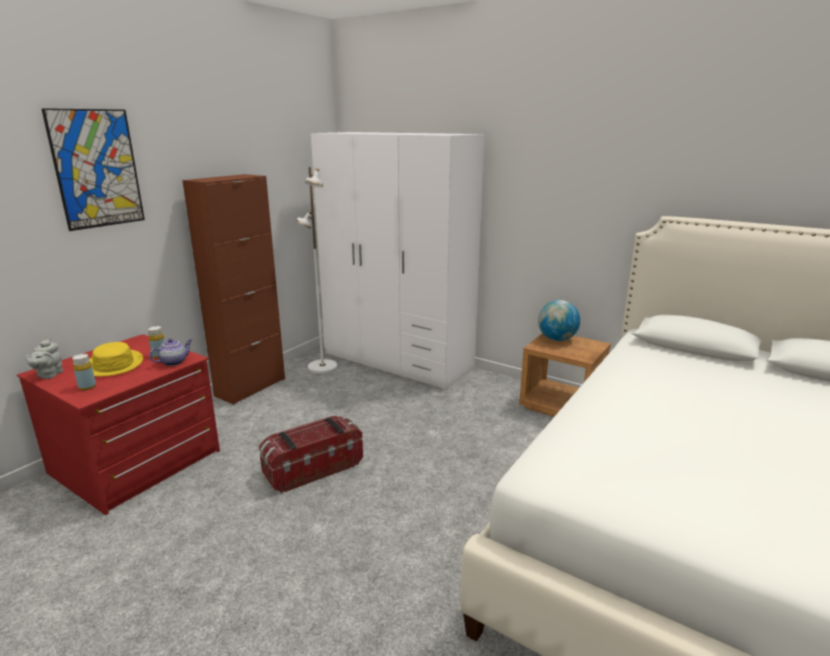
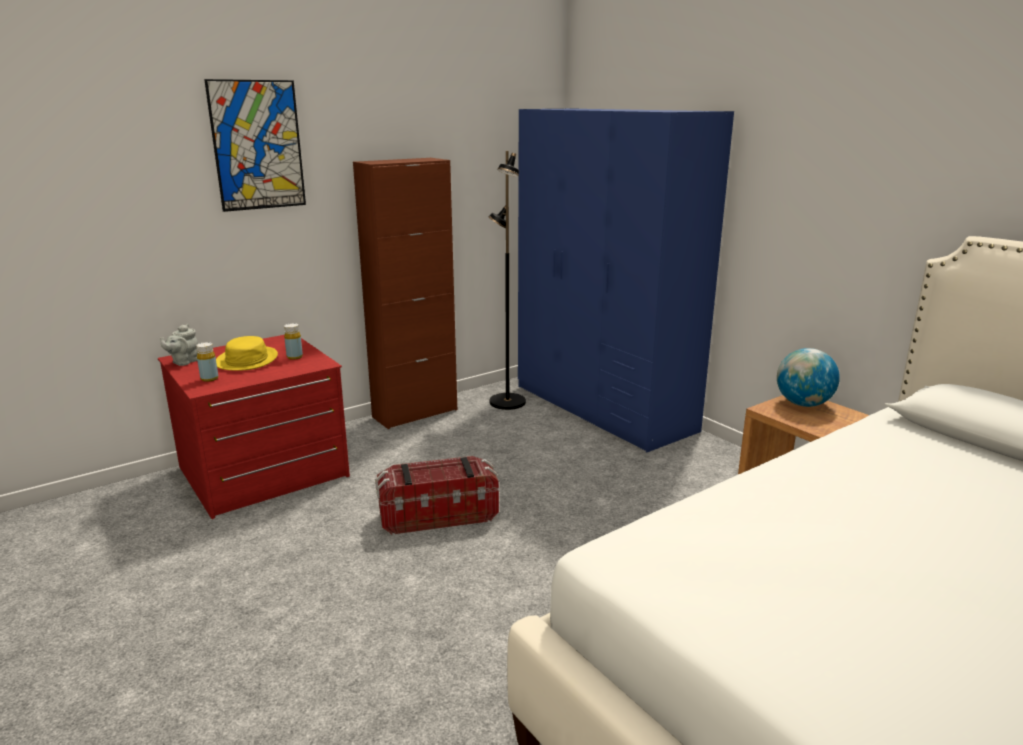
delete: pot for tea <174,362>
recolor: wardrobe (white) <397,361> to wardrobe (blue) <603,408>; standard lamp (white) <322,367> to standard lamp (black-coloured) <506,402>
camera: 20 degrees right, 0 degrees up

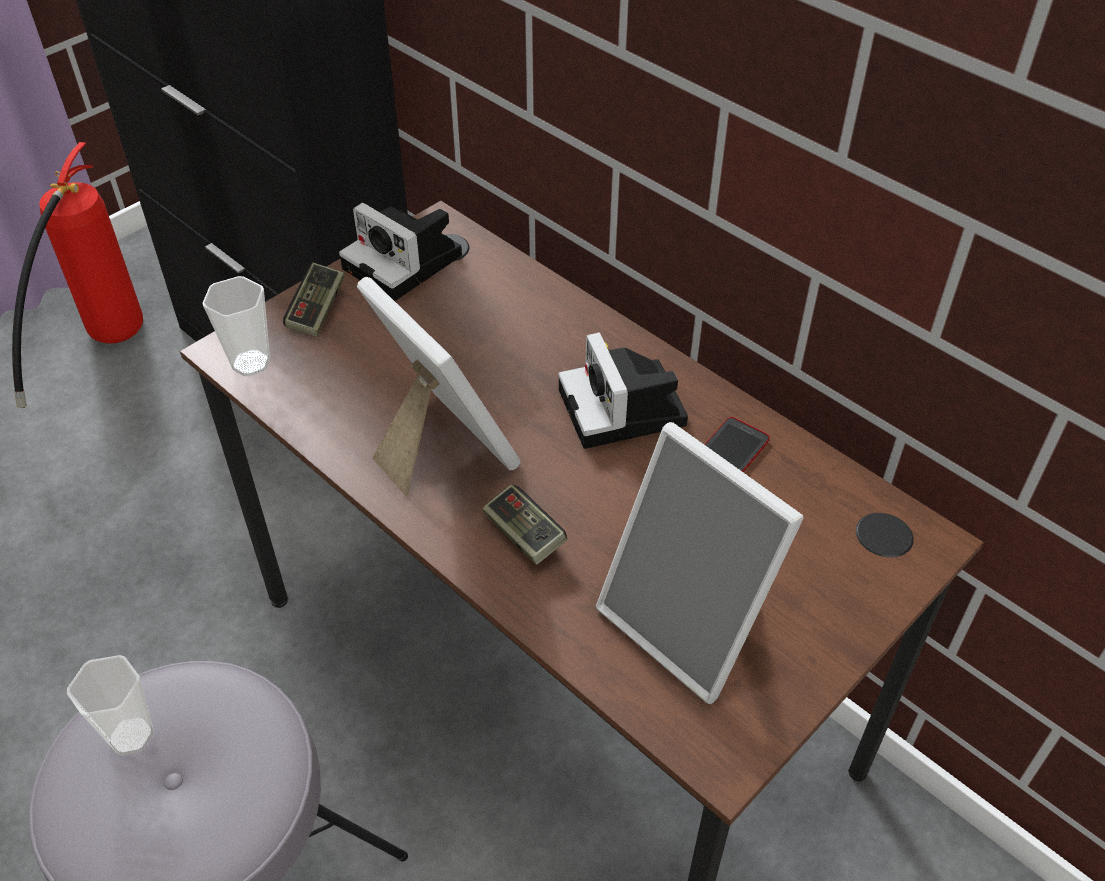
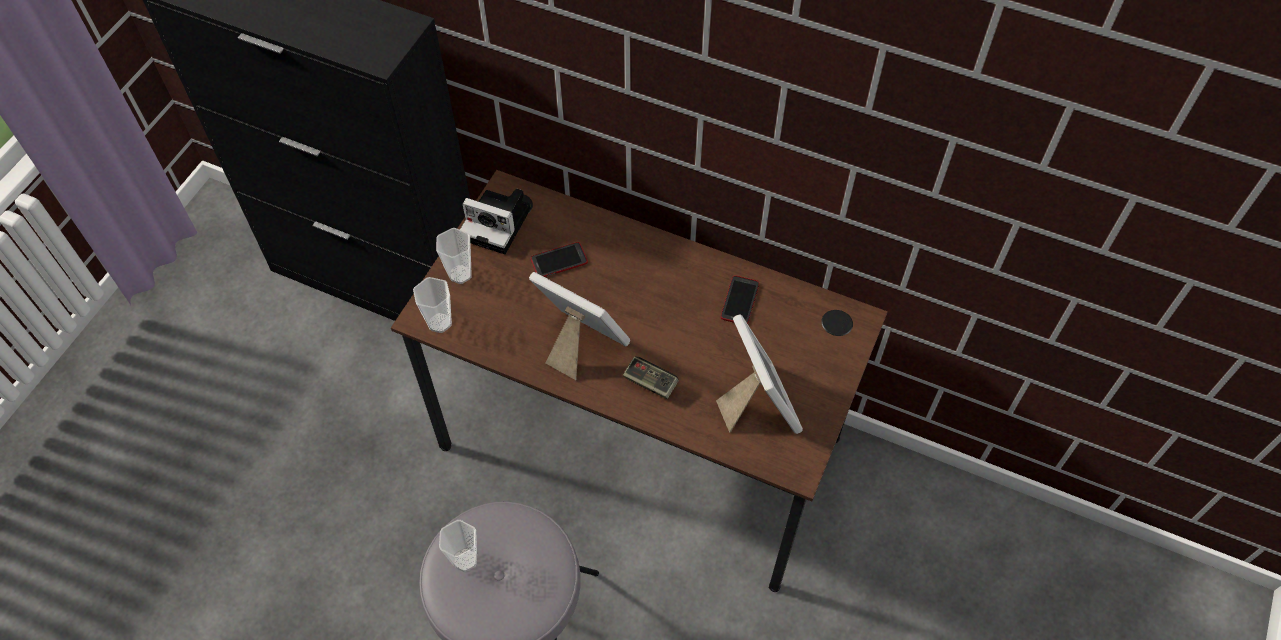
delete: fire-fighting cylinder <100,349>; photo camera <625,410>
insert: handset <559,261>
replace: game controller <317,310> to drinking cup <460,274>
rotate: photo frame <690,624> = <757,405> 135 degrees counterclockwise
camera: 20 degrees left, 10 degrees up

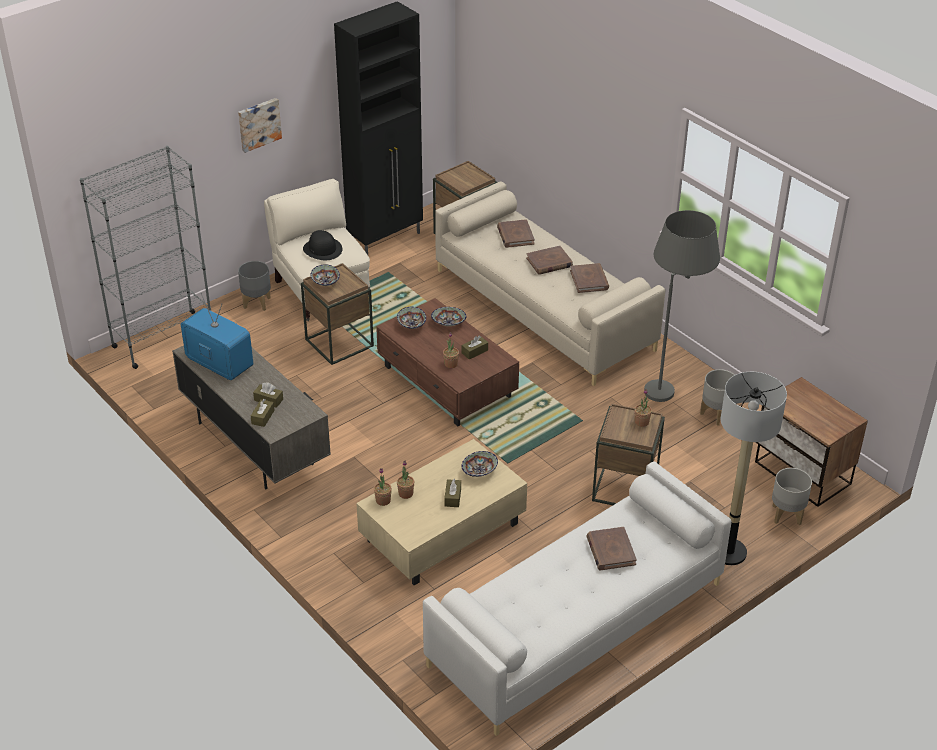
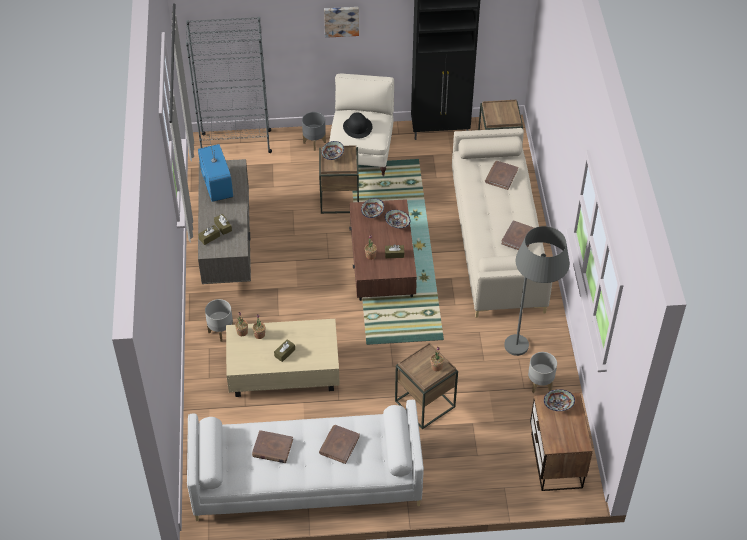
delete: standard lamp <728,552>
move: book (brown-coloured) <549,262> to <272,448>; deep dish <479,471> to <558,404>; flower pot (grey) <786,514> to <221,331>
camera: 35 degrees right, 10 degrees up

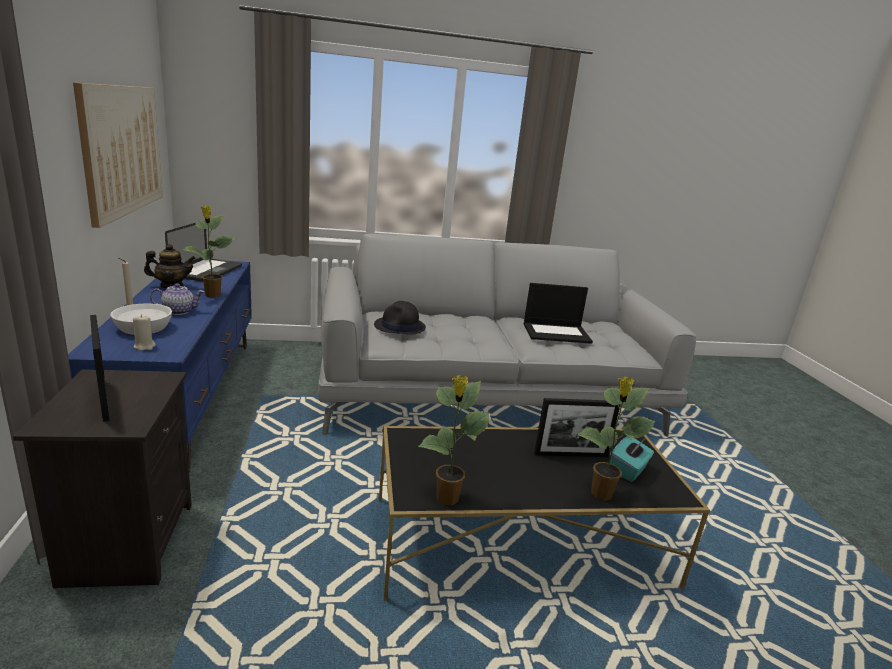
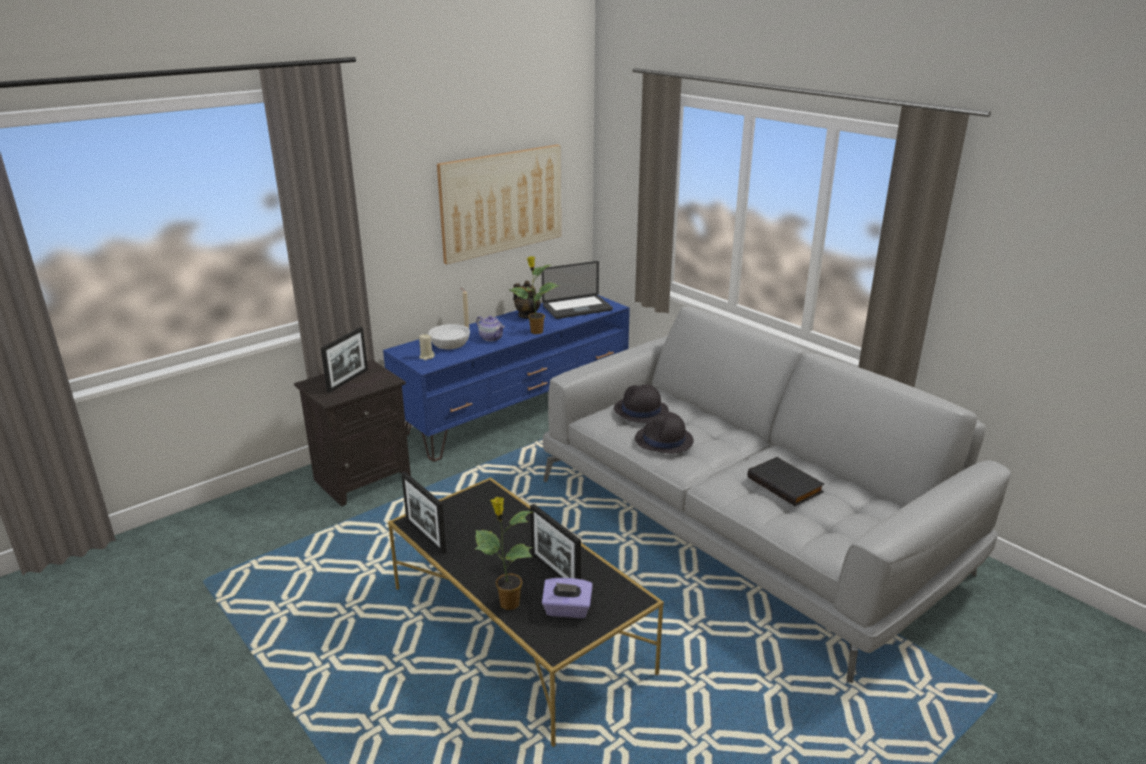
insert: hat (black-coloured) <664,440>
replace: notebook computer <557,332> to book (black-coloured) <786,484>; plant in a pot <447,499> to photo frame <425,536>
recolor: tissue holder (blue-green) <628,470> to tissue holder (purple-coloured) <567,610>
camera: 60 degrees right, 5 degrees up

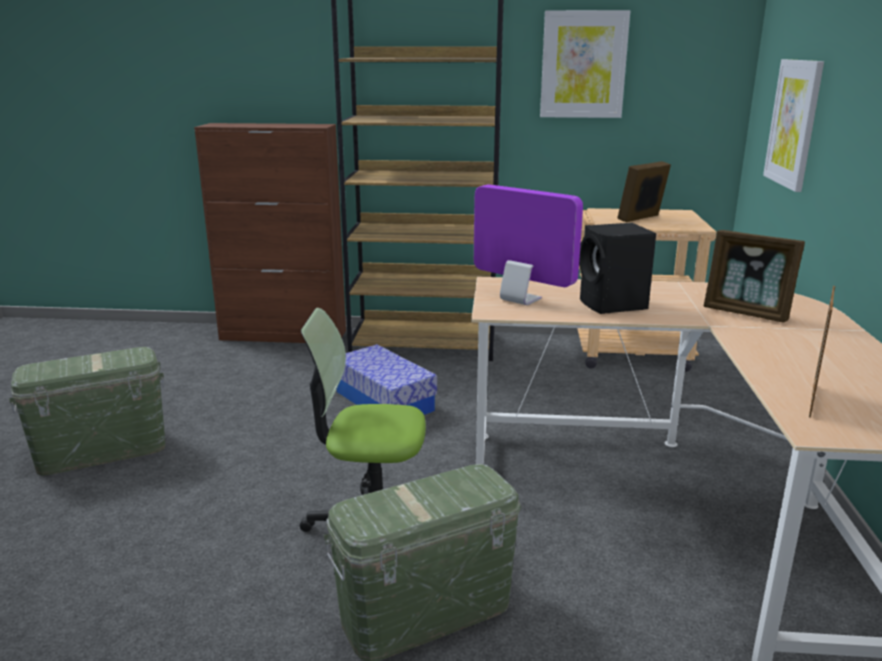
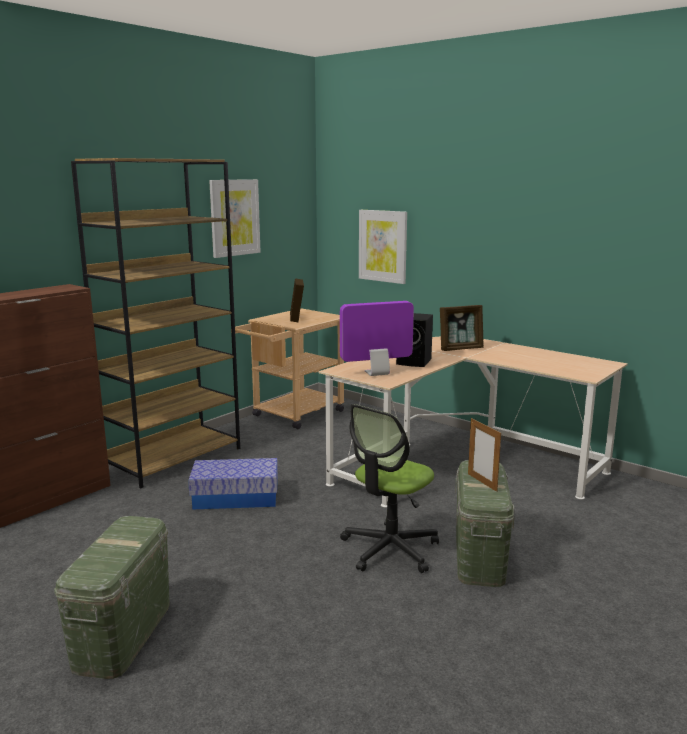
move: photo frame <812,400> to <482,482>
camera: 55 degrees left, 5 degrees down

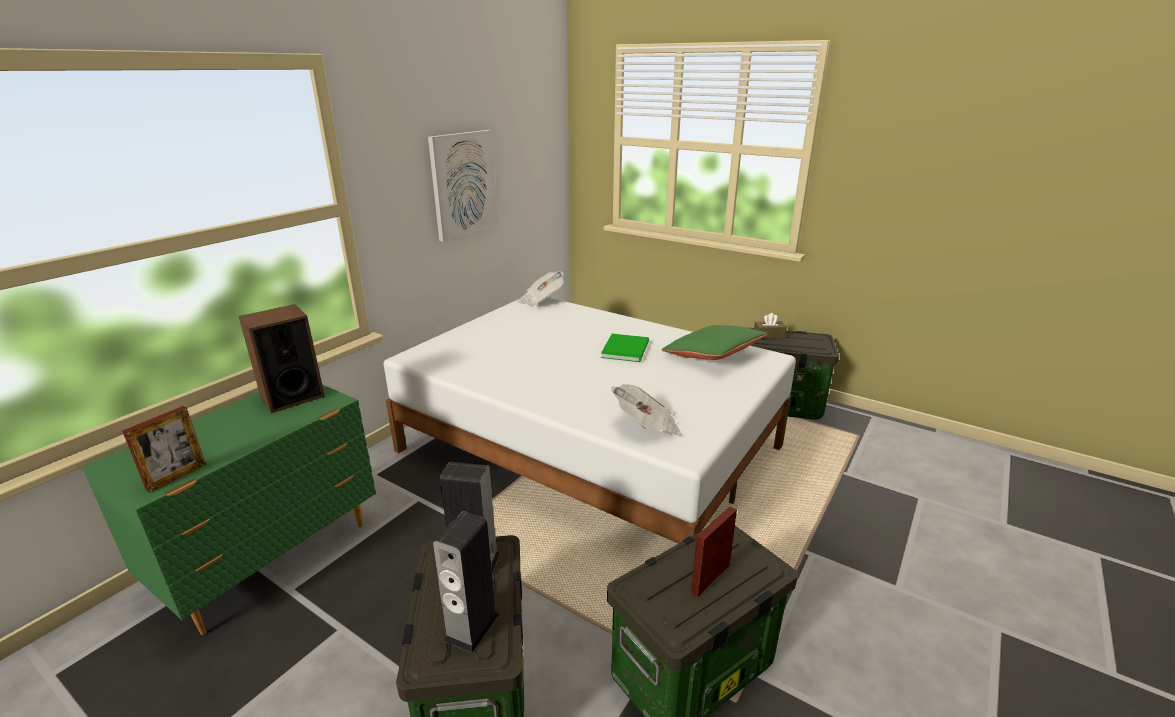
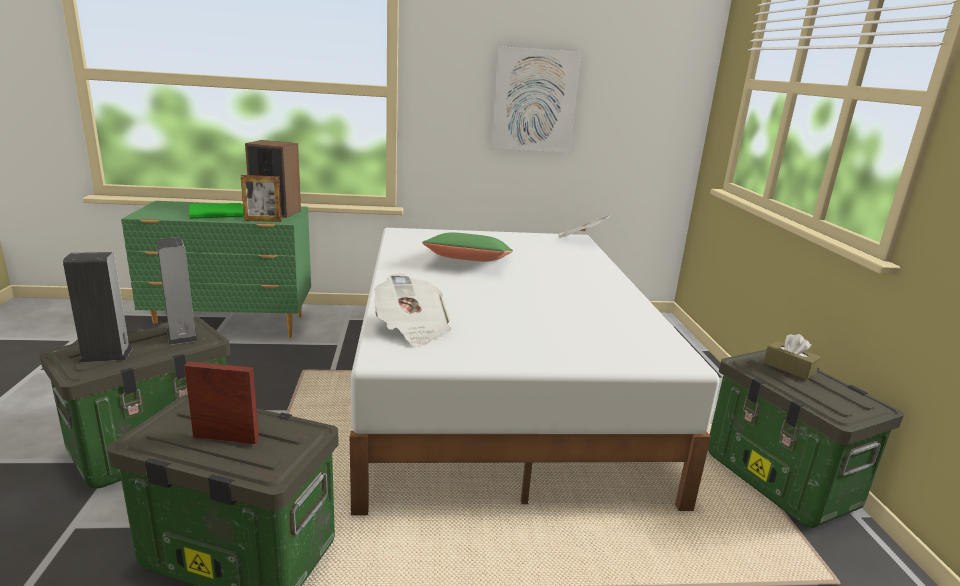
move: cushion (green) <712,356> to <469,262>; book (green) <627,349> to <218,213>; photo frame <176,477> to <263,220>
camera: 50 degrees right, 5 degrees down

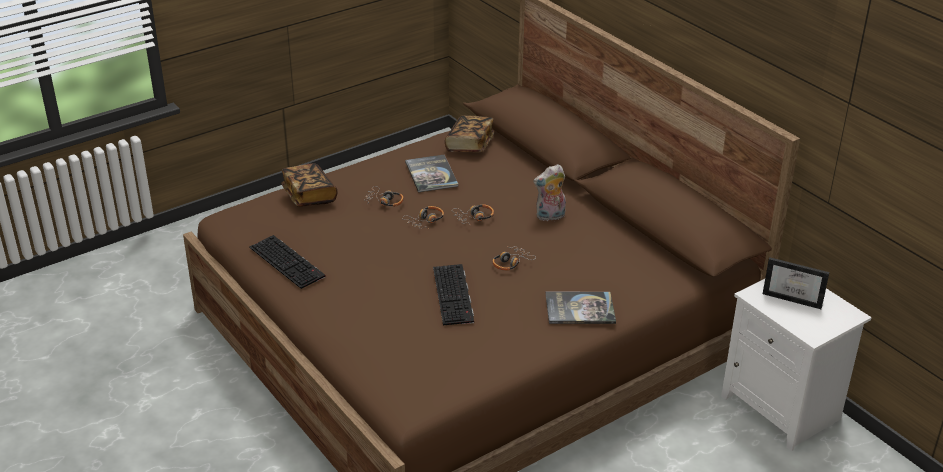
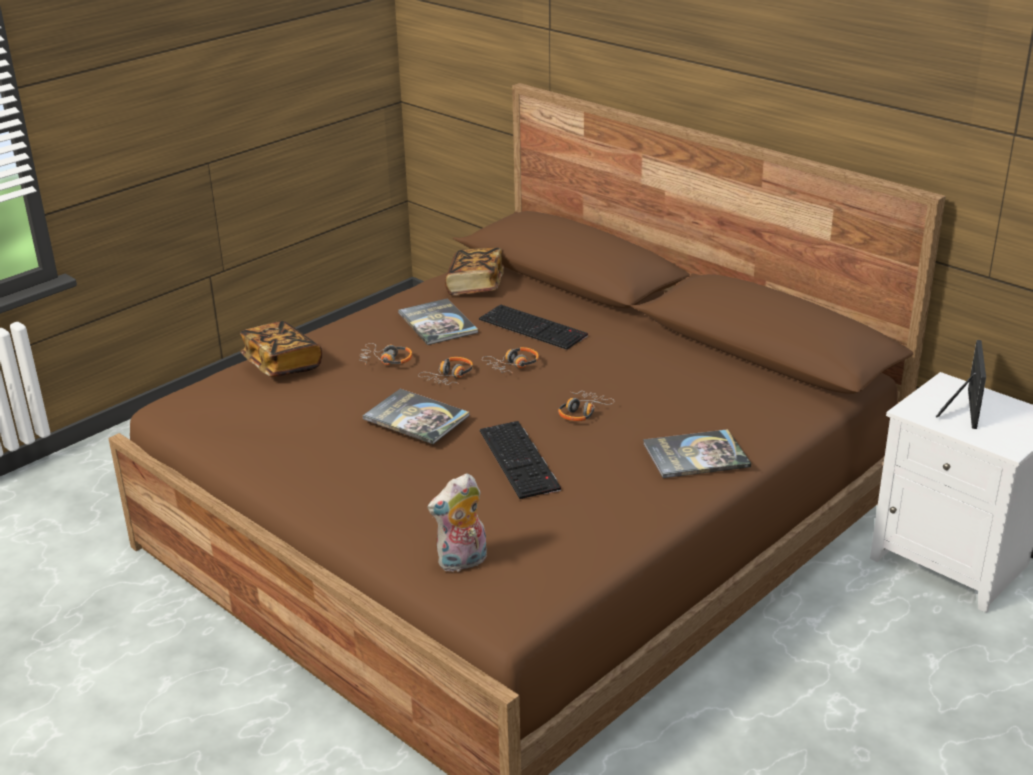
insert: book <416,418>
move: cuddly toy <550,217> to <462,563>; PC keyboard <288,262> to <534,327>
rotate: photo frame <794,297> = <963,407> 90 degrees counterclockwise
camera: 10 degrees left, 5 degrees down

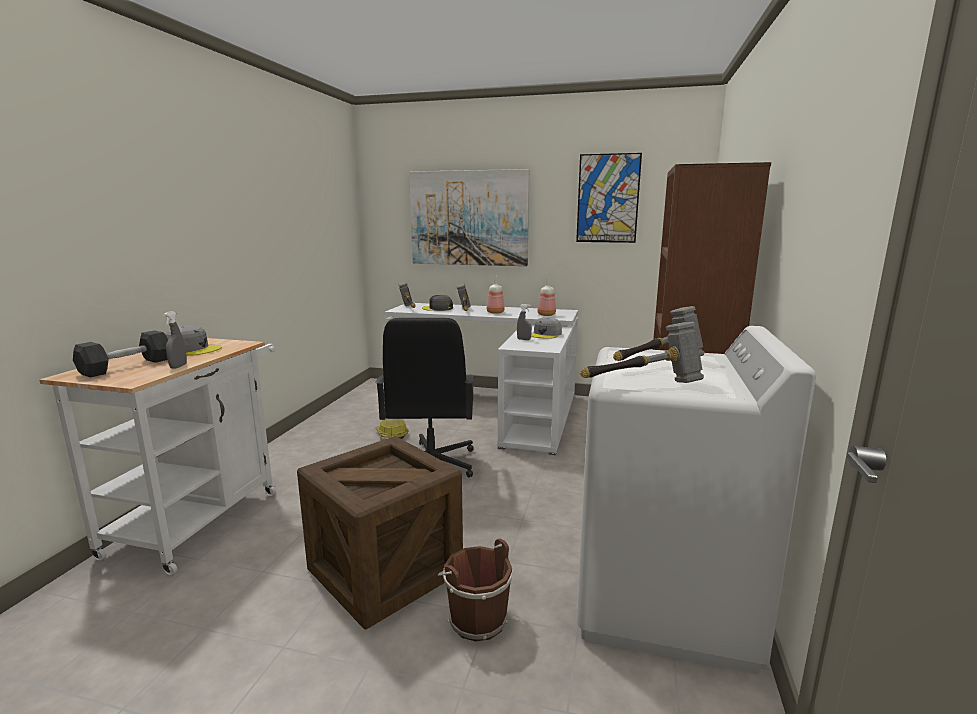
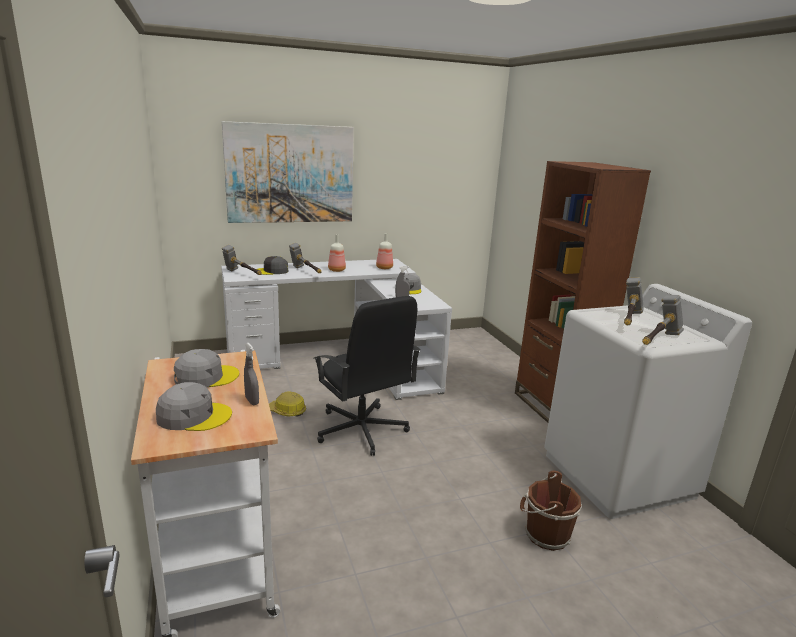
delete: picture <608,198>; packing crate <385,571>
replace: dumbbell (grey) <127,366> to cap (grey) <194,416>
camera: 35 degrees left, 5 degrees up

